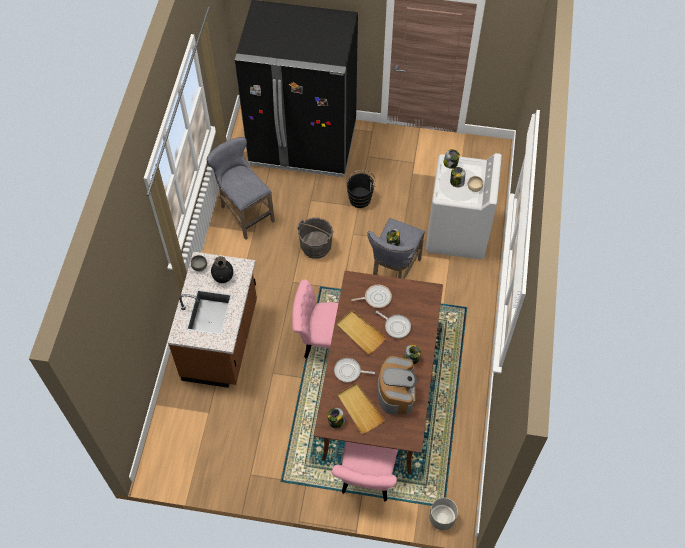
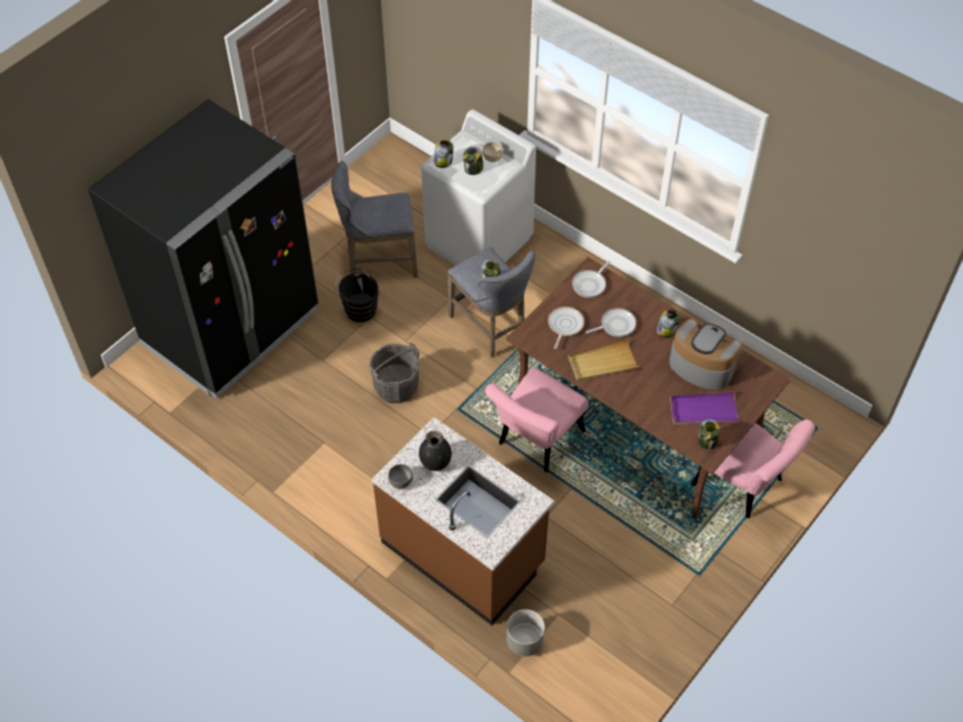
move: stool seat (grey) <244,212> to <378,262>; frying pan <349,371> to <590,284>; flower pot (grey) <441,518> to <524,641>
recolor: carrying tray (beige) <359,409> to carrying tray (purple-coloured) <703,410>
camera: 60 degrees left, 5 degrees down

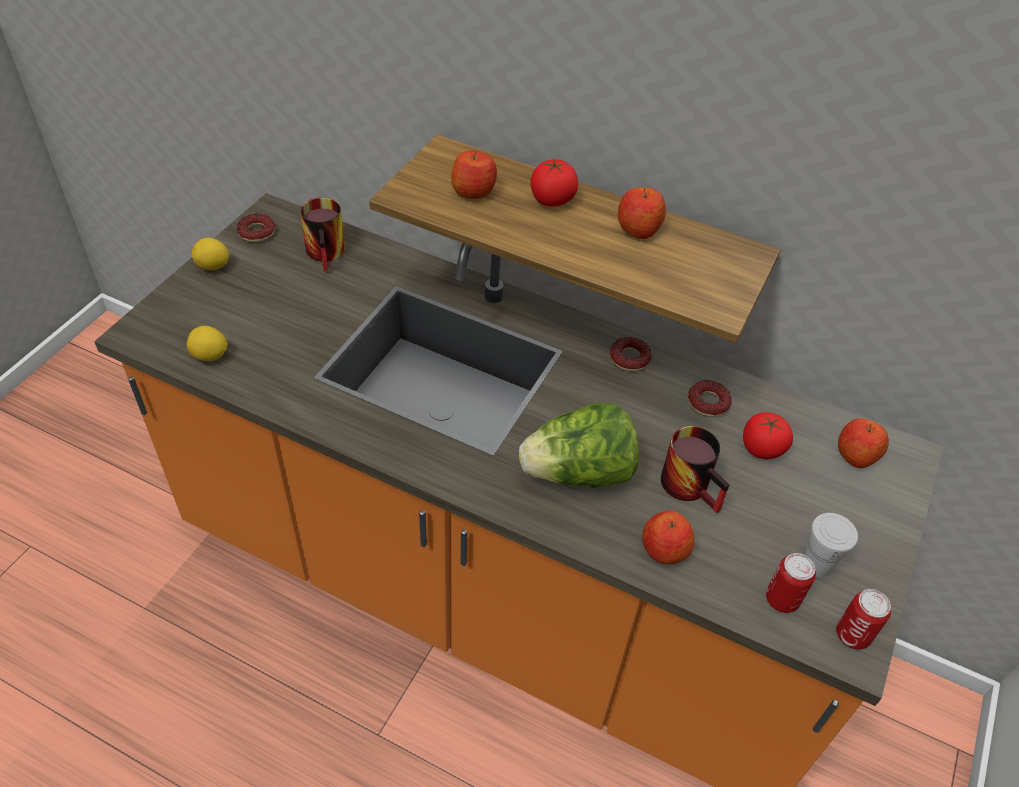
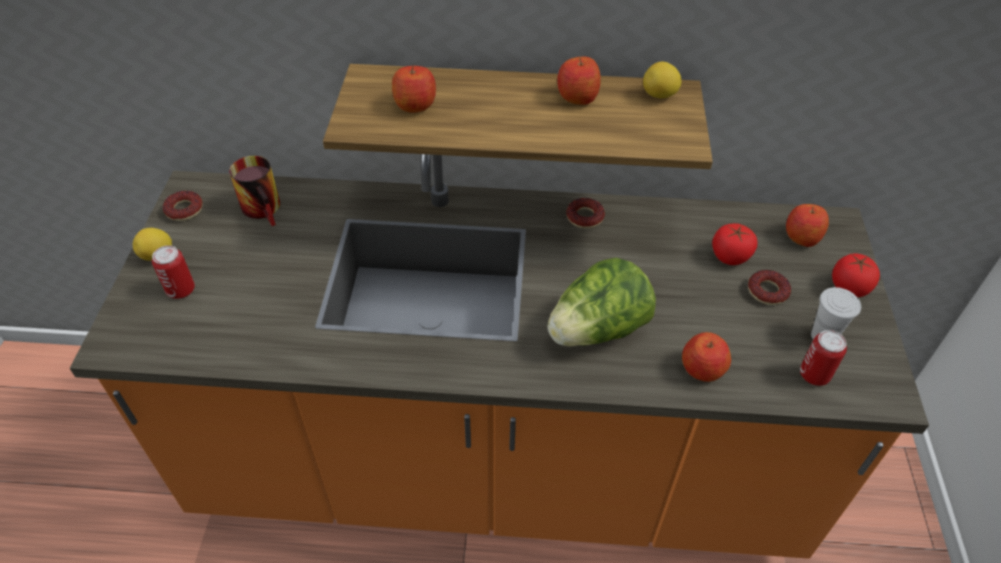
delete: coffee mug <693,485>
move: tomato <552,200> to <849,287>; whole lemon <210,356> to <659,95>; ring doughnut <708,402> to <767,291>; sealed can <852,635> to <181,290>
camera: 20 degrees left, 0 degrees up

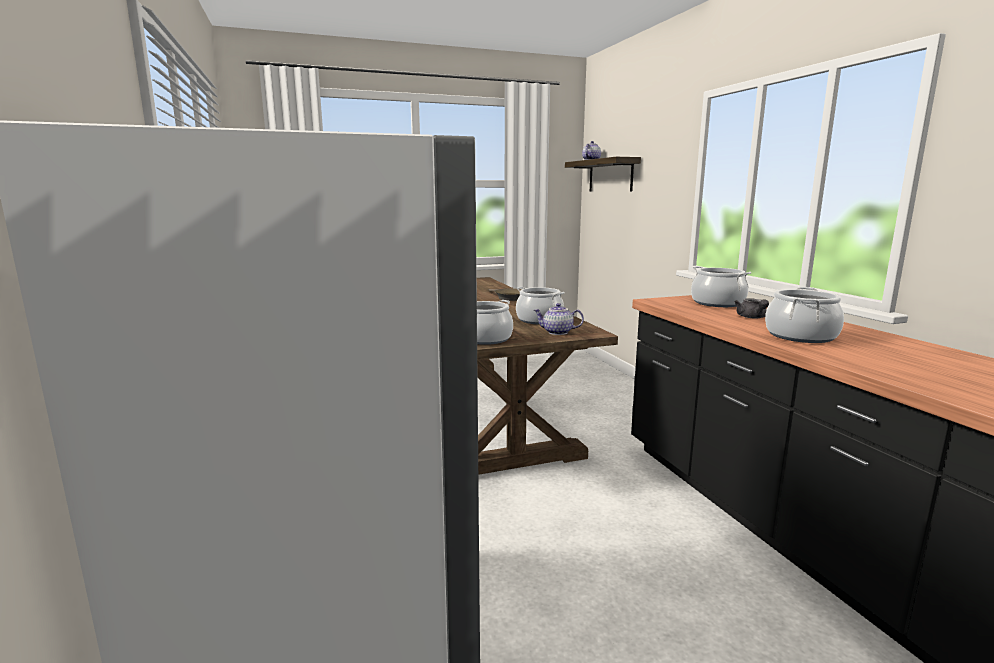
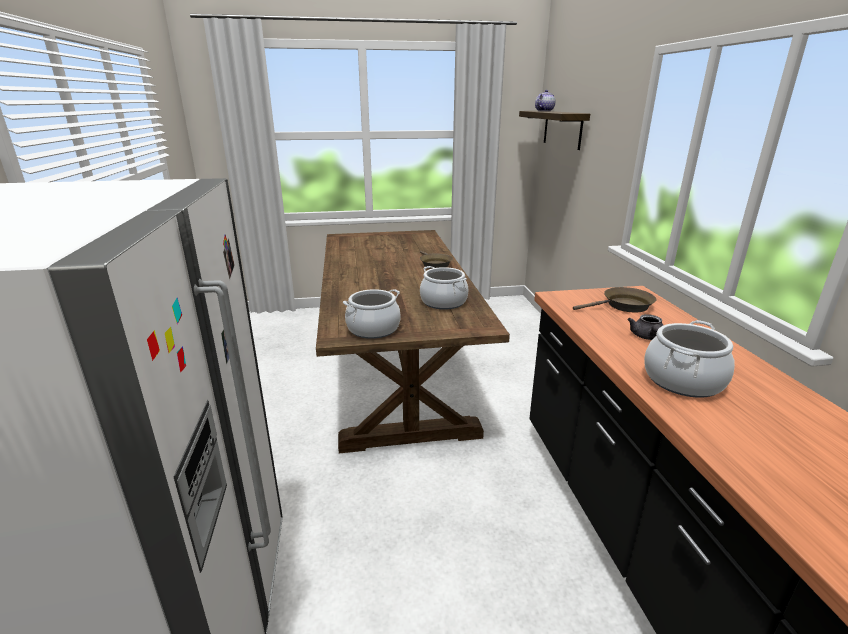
delete: pot for tea <557,332>
replace: cooking pot <717,303> to frying pan (brown-coloured) <623,306>
camera: 10 degrees right, 10 degrees up

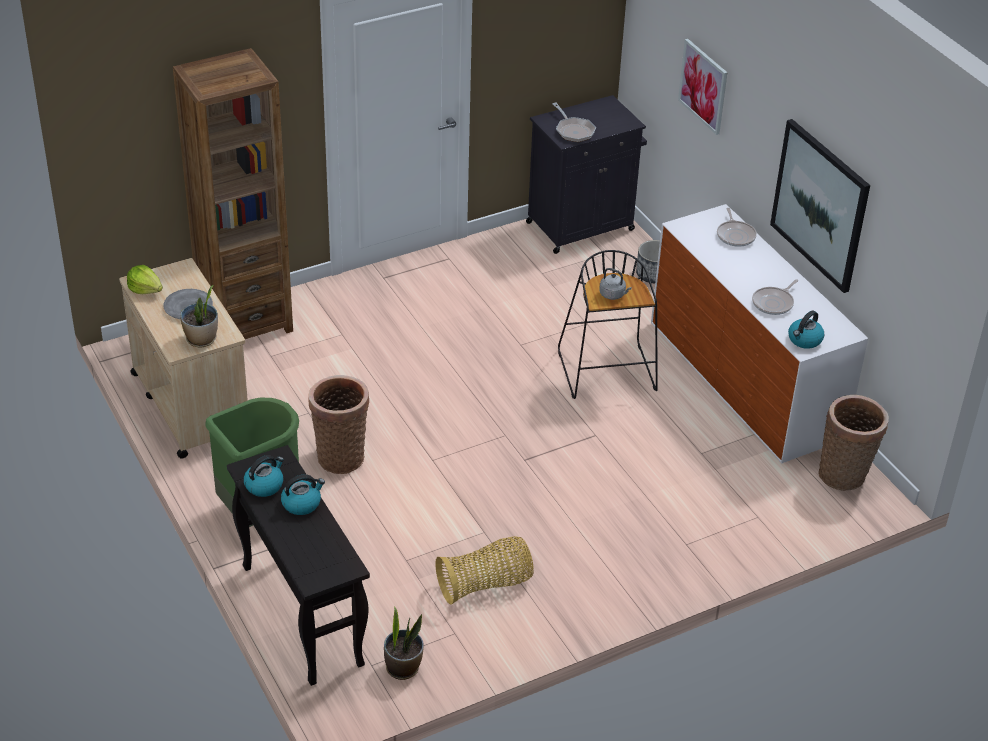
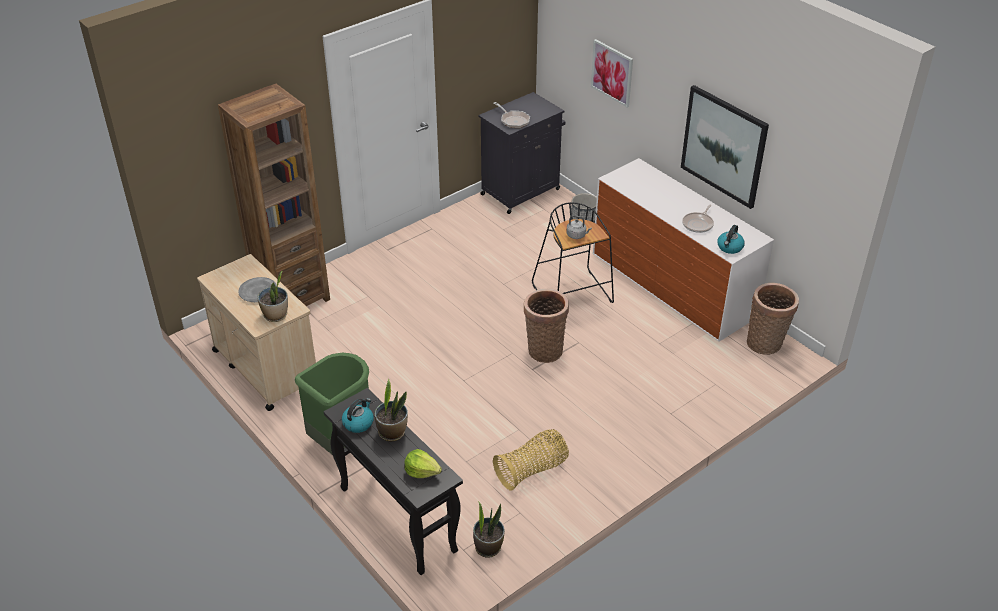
delete: frying pan <735,235>
move: head of lettuce <145,289> to <422,471>; basket <341,455> to <544,349>
replace: tea kettle <302,503> to plant in a pot <392,432>
camera: 10 degrees left, 0 degrees up

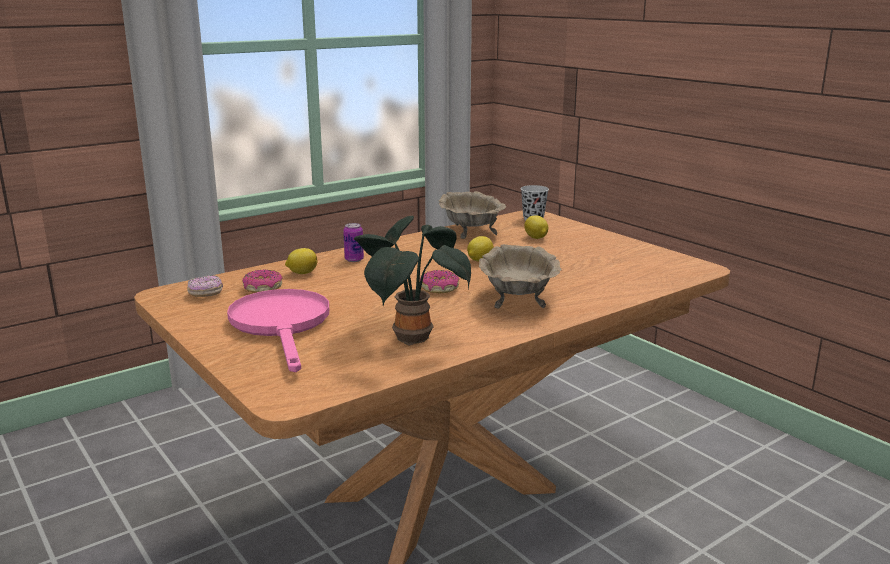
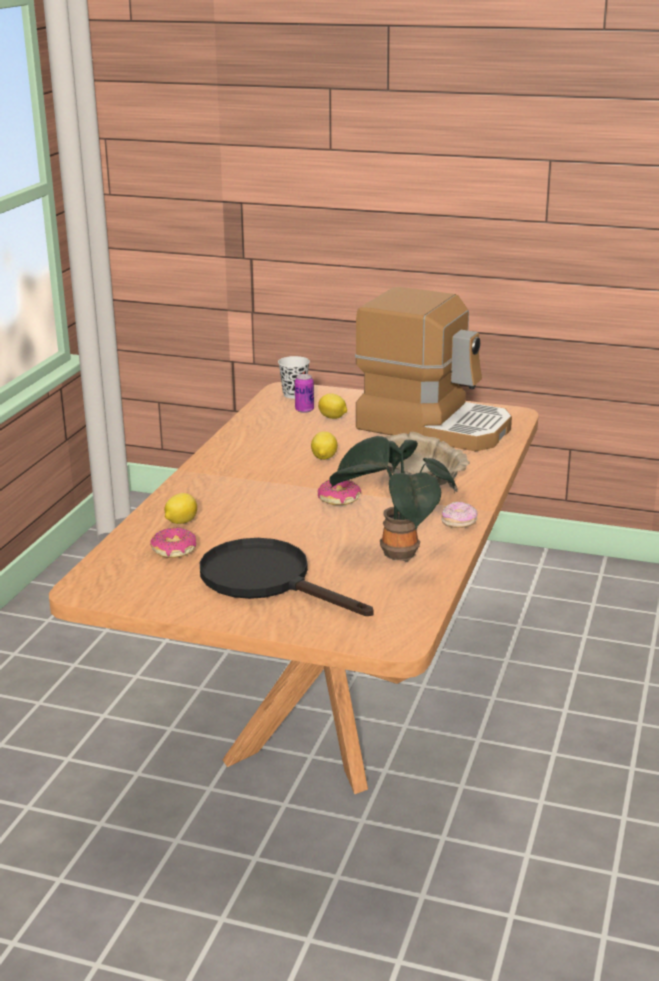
delete: deep dish (beige) <470,232>
insert: coffee maker <434,426>
move: sealed can <354,259> to <304,410>; ring doughnut <205,294> to <459,523>
recolor: frying pan (pinkish) <282,325> to frying pan (black-coloured) <267,580>
camera: 35 degrees left, 5 degrees up

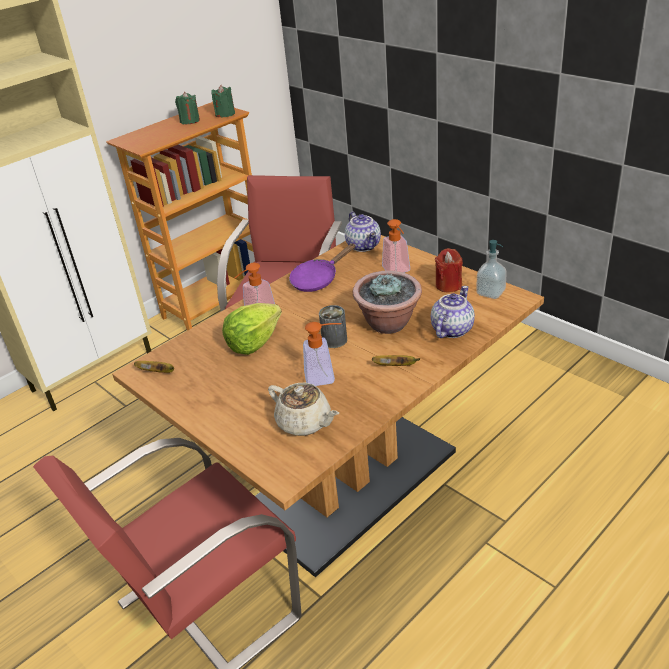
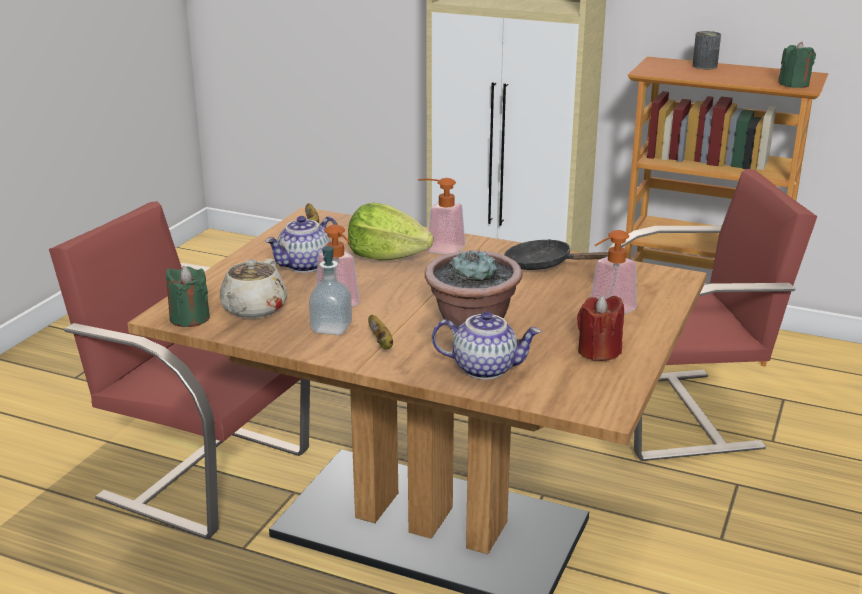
move: candle (green) <190,121> to <189,318>; pot for tea <364,246> to <305,266>; soap dispenser <490,292> to <331,328>; sealed can <334,340> to <704,66>
recolor: frying pan (purple-coloured) <318,279> to frying pan (black-coloured) <545,265>
camera: 65 degrees right, 10 degrees down

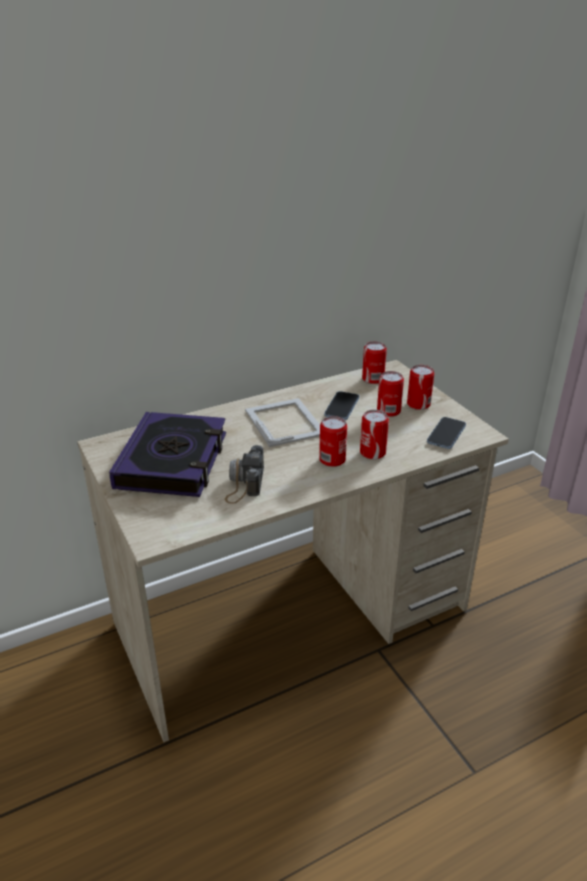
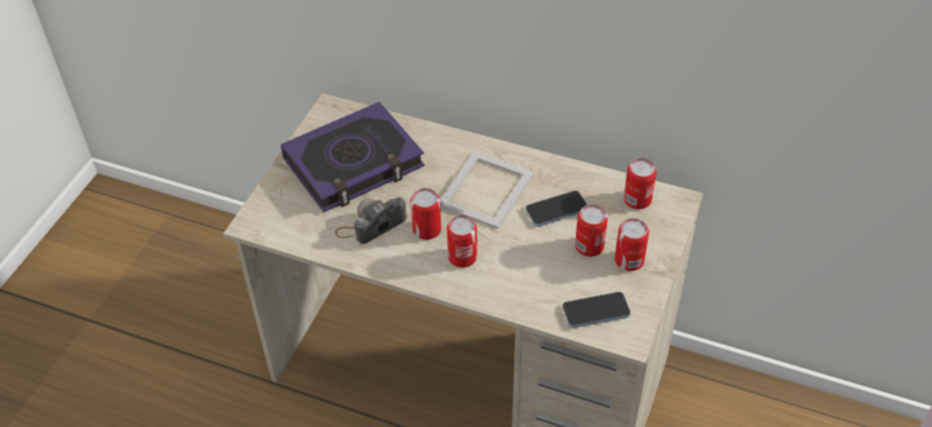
move: sealed can <372,452> to <427,229>
camera: 50 degrees right, 15 degrees up

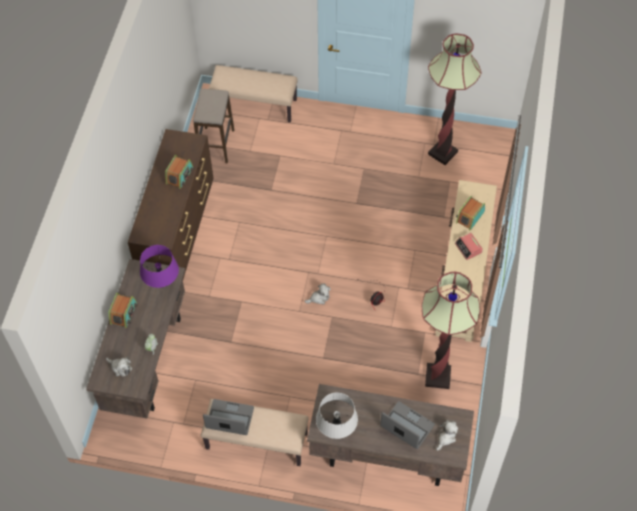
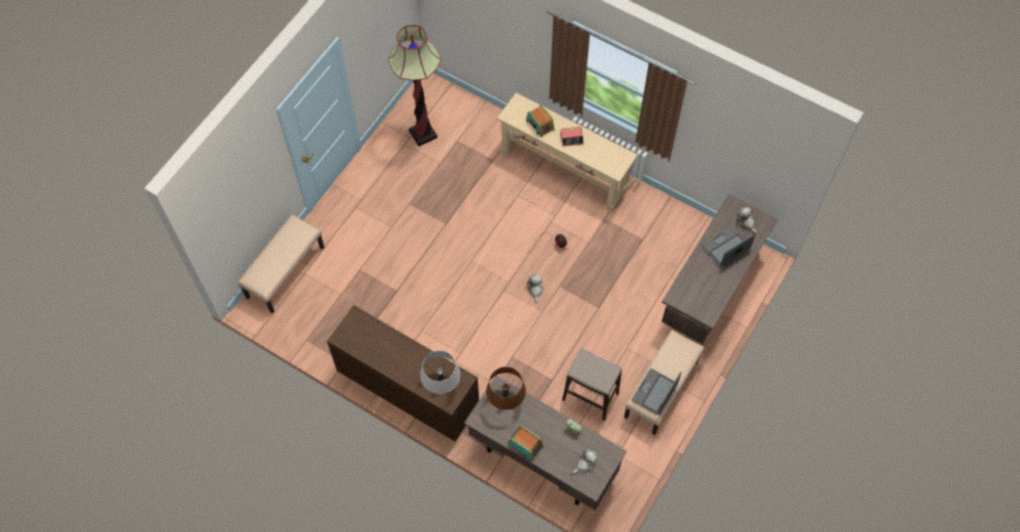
delete: radio <179,176>; standard lamp <437,376>
move: stool seat <216,145> to <590,396>; lamp for a table (grey) <336,430> to <441,384>
recolor: lamp for a table (purple-coloured) <162,283> to lamp for a table (brown-coloured) <505,400>
camera: 70 degrees left, 5 degrees up

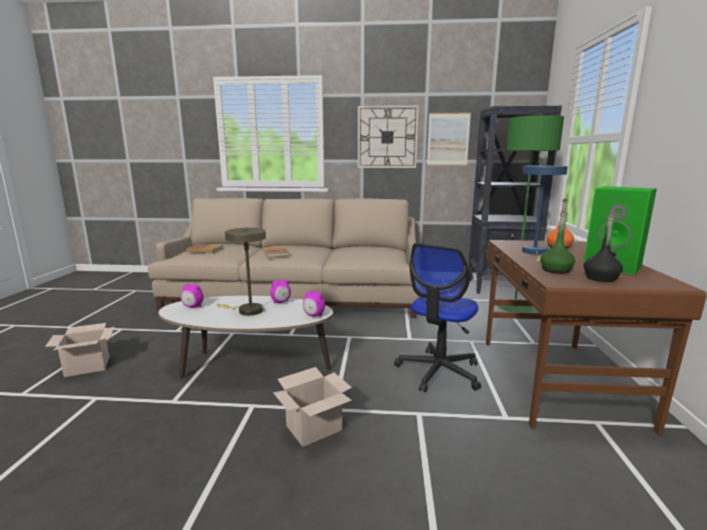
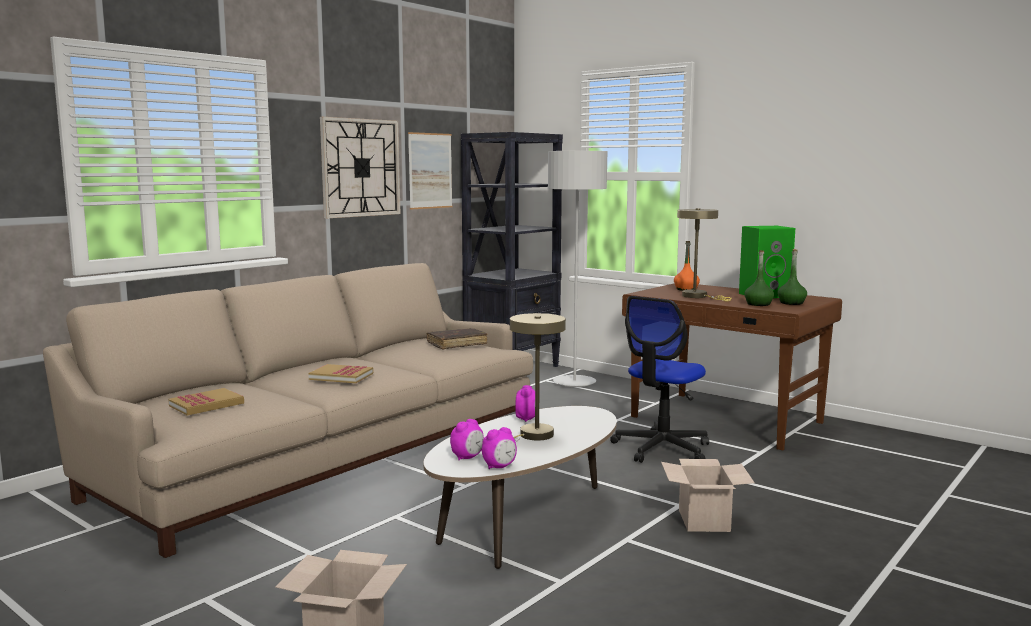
insert: book (brown-coloured) <457,344>
move: table clock <314,315> to <499,467>
recolor: standard lamp (green) <514,308> to standard lamp (grey) <574,383>; lamp for a table (blue) <535,253> to lamp for a table (beige) <698,296>; bottle (black-coloured) <600,278> to bottle (green) <791,303>
rotate: computer chair <439,371> = <661,448> 60 degrees clockwise
camera: 55 degrees left, 5 degrees down

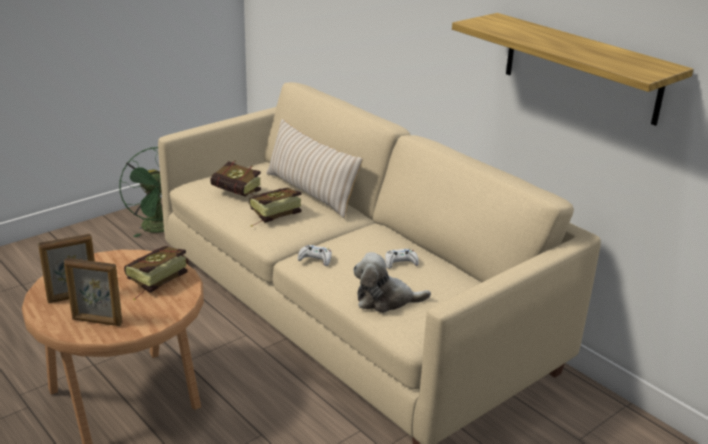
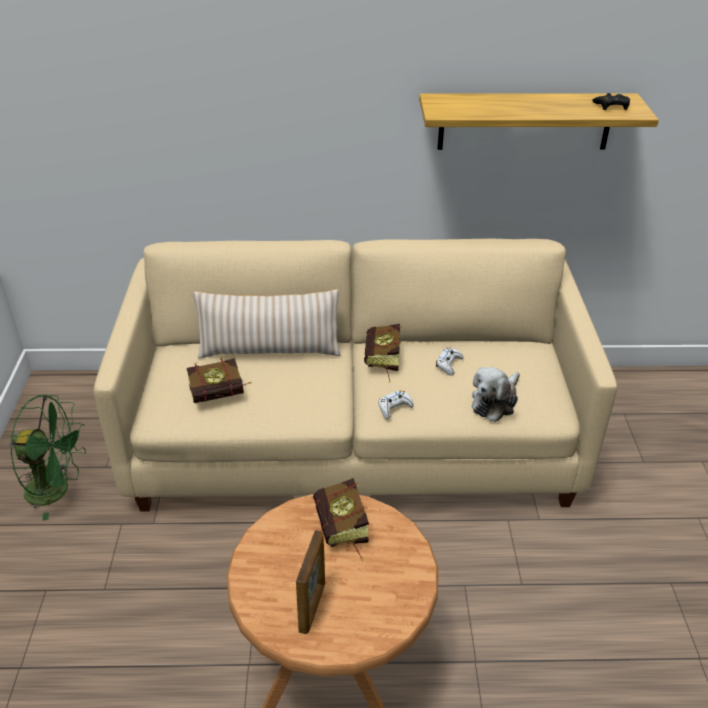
delete: photo frame <97,321>
insert: game controller (black-coloured) <612,106>
move: book <271,216> to <382,363>
camera: 50 degrees left, 10 degrees up

